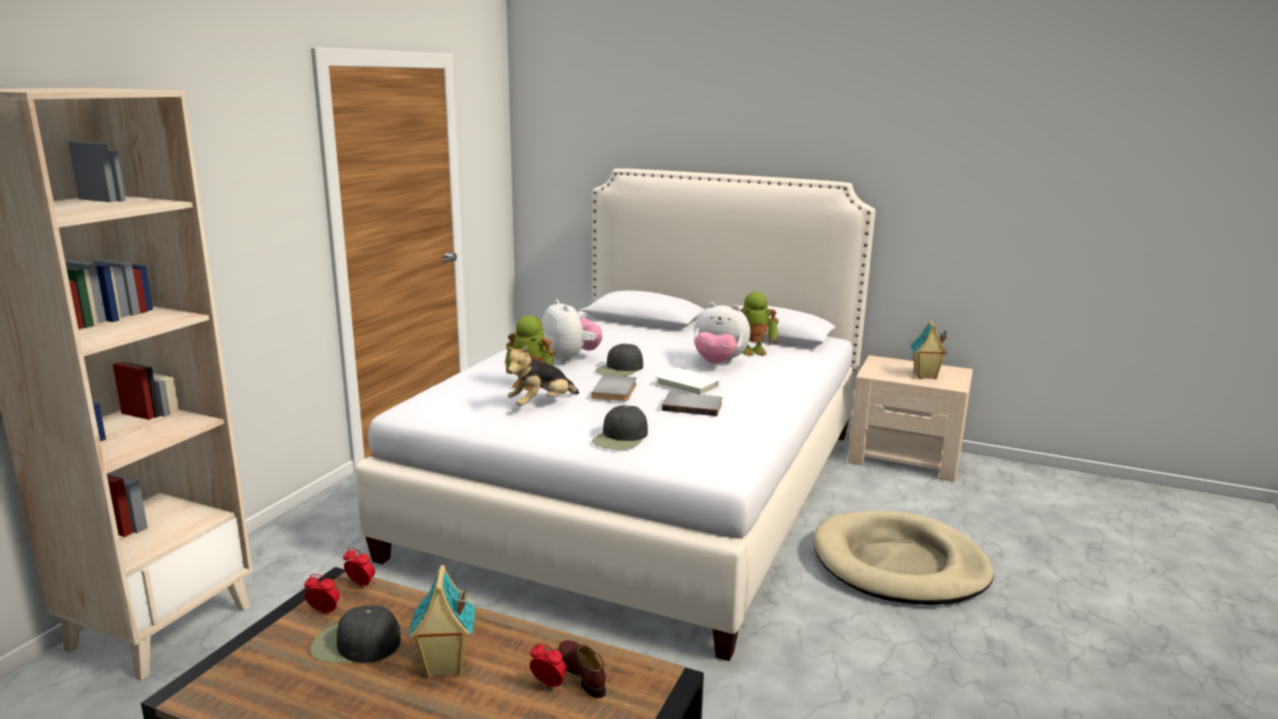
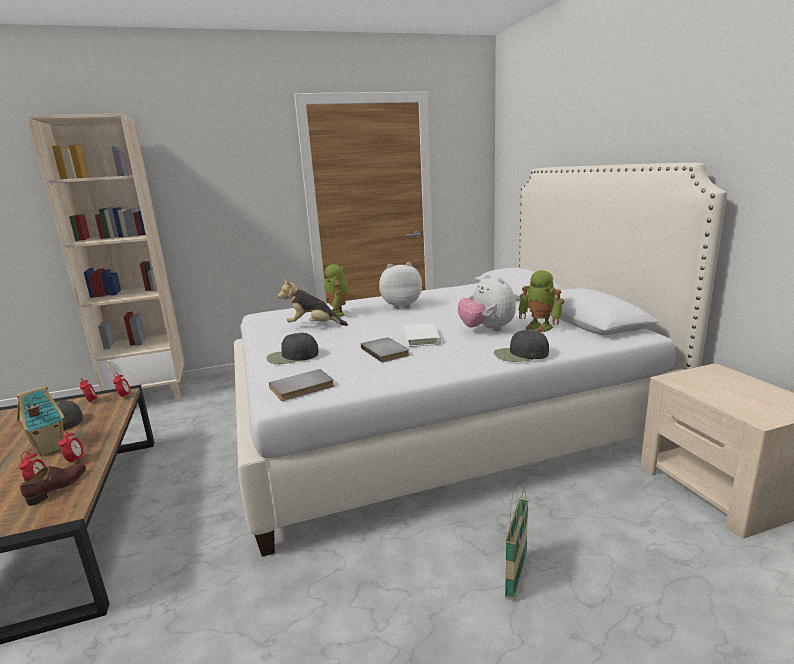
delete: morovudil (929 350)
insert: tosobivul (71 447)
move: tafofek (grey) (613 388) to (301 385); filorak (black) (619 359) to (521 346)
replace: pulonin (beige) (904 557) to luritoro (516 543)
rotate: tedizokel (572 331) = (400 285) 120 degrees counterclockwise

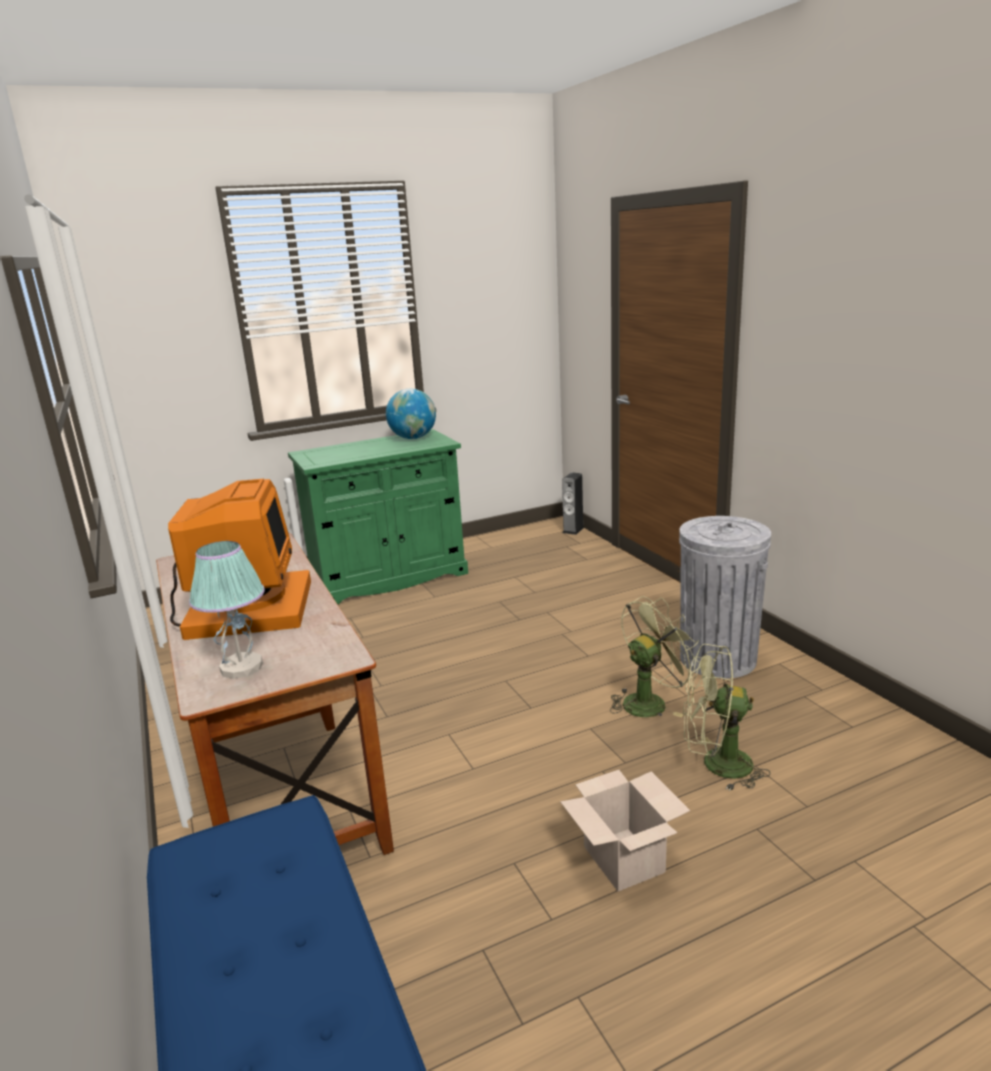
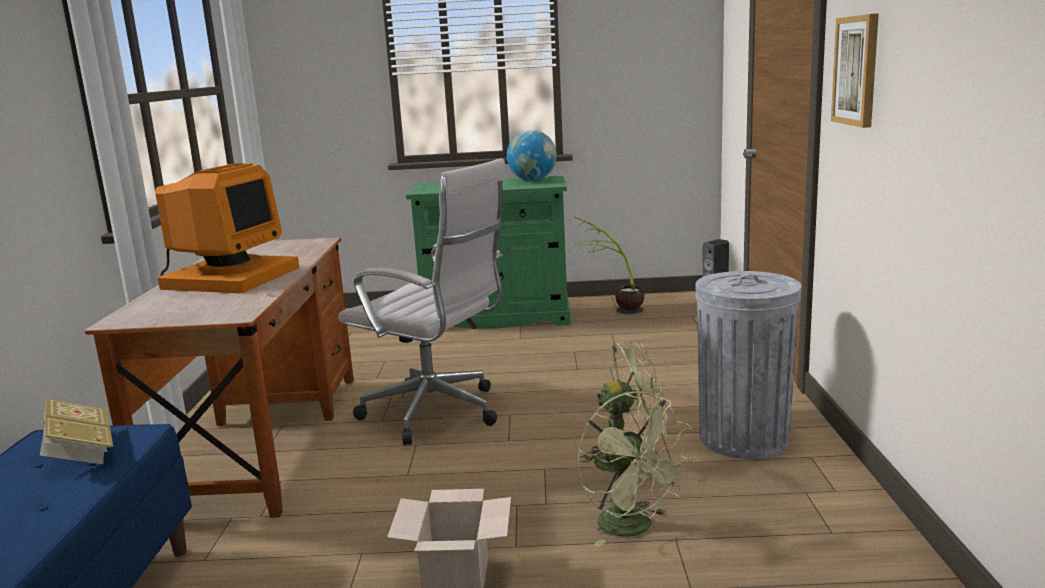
delete: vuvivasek (227 610)
insert: tafofek (76 431); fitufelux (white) (422 301); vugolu (609 265); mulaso (855 70)
rotate: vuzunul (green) (726 717) = (636 469) 150 degrees counterclockwise

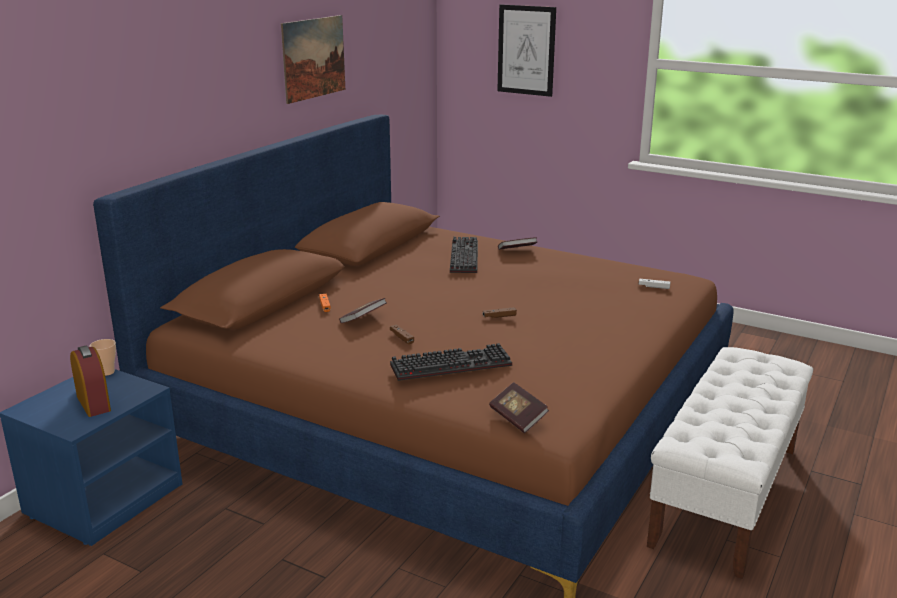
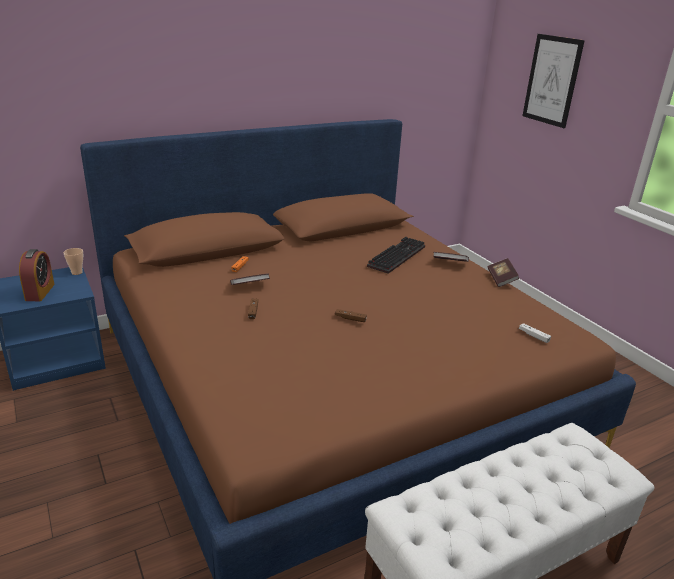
delete: mulaso (313 59); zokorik (451 362)
move: tafofek (519 407) to (503 272)

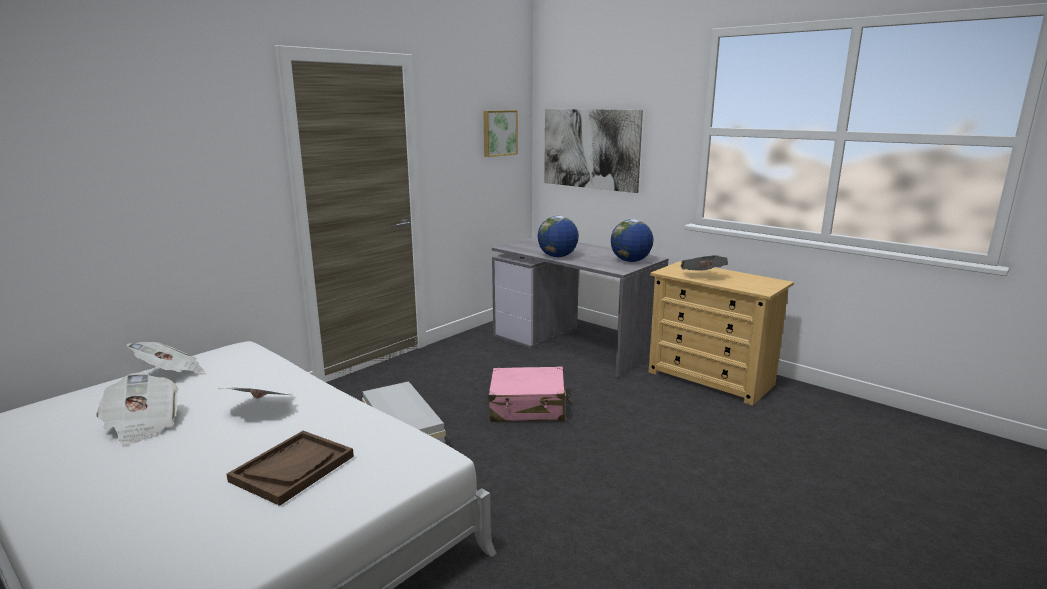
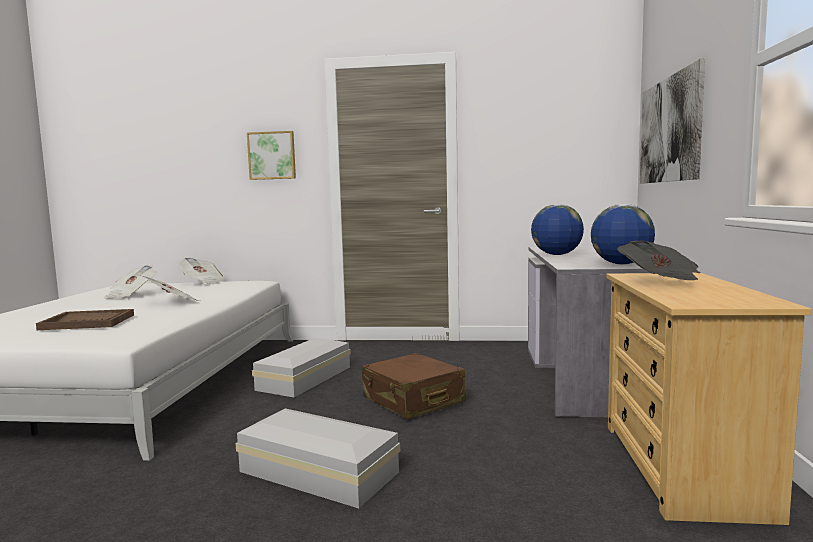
insert: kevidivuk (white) (318 458)
move: mulaso (500 133) to (271 155)
recolor: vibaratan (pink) (529 394) to vibaratan (brown) (414 386)

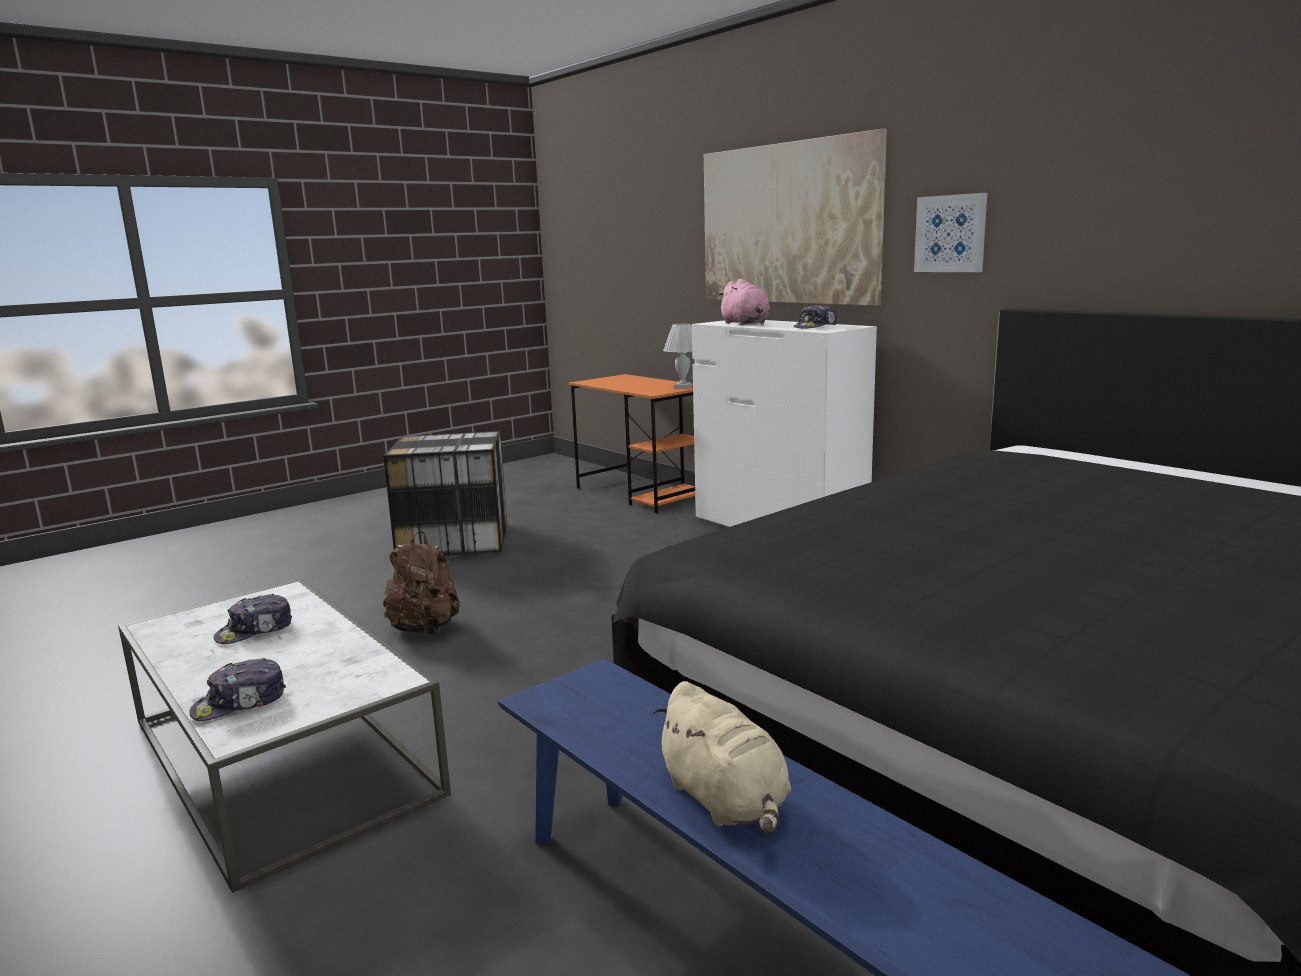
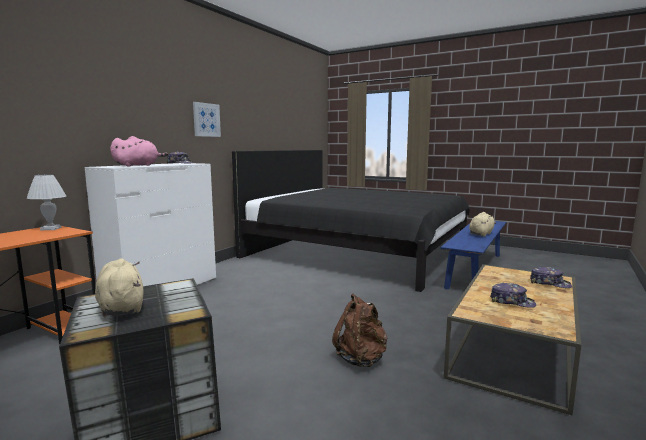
delete: mulaso (795 217)
insert: tedizokel (beige) (119 287)
recolor: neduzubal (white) (284 736) to neduzubal (brown) (513 340)

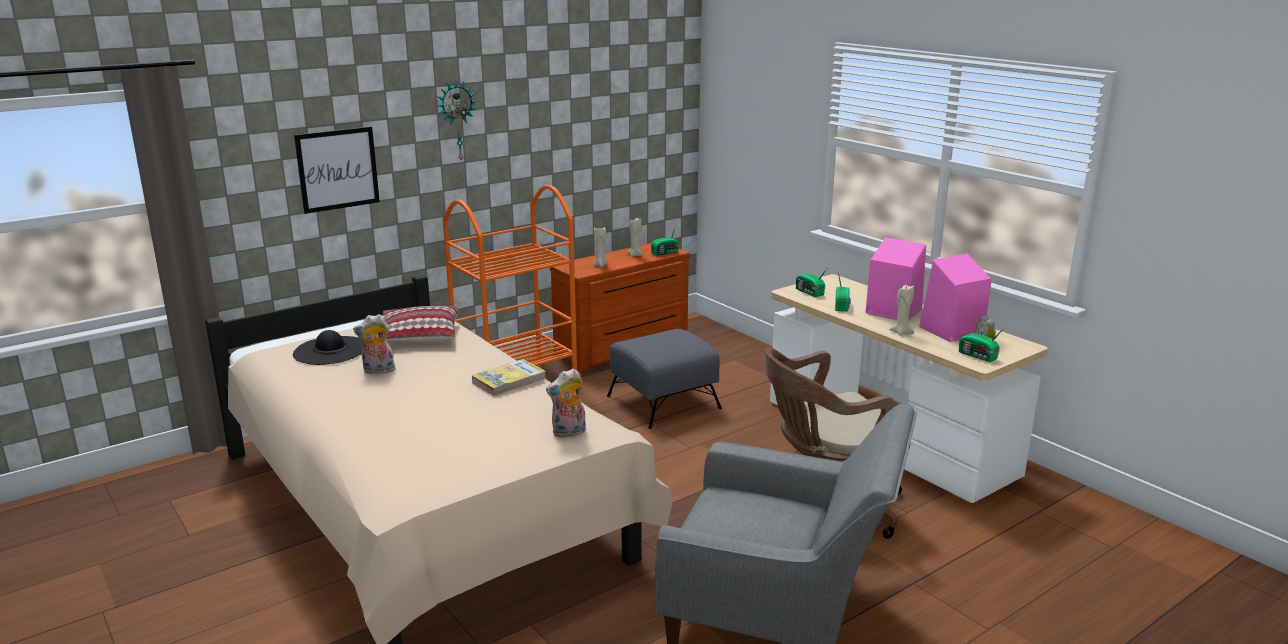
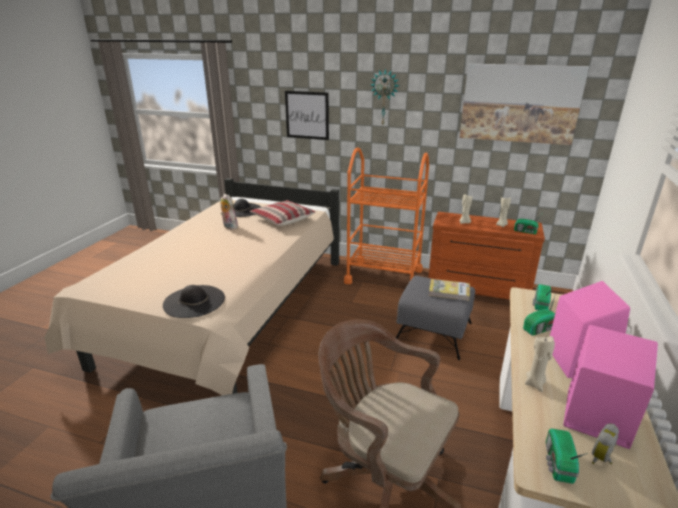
insert: mulaso (524 104)
move: tafofek (509 377) to (449 290)
replace: tedizokel (566 403) to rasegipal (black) (194 301)

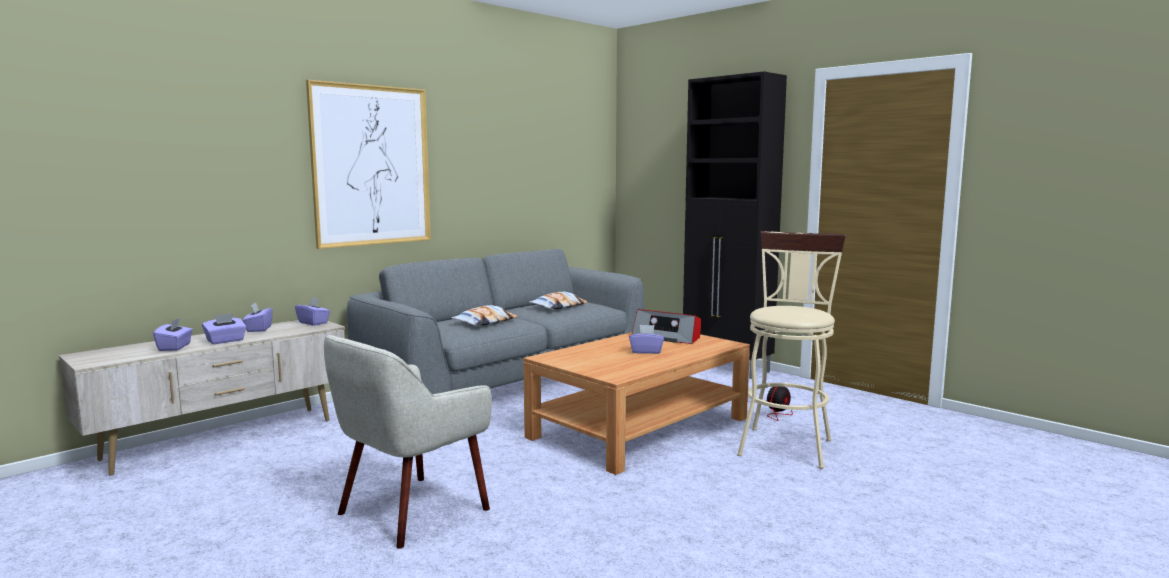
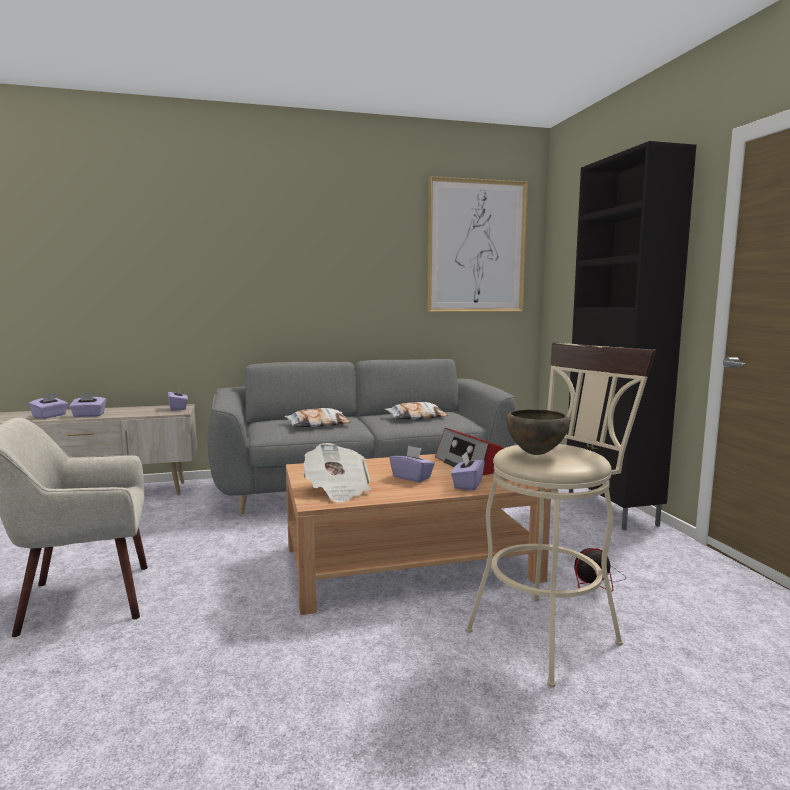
insert: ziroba (337 473); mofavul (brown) (538 432)
move: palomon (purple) (258 317) to (468 471); mulaso (368 164) to (478 244)

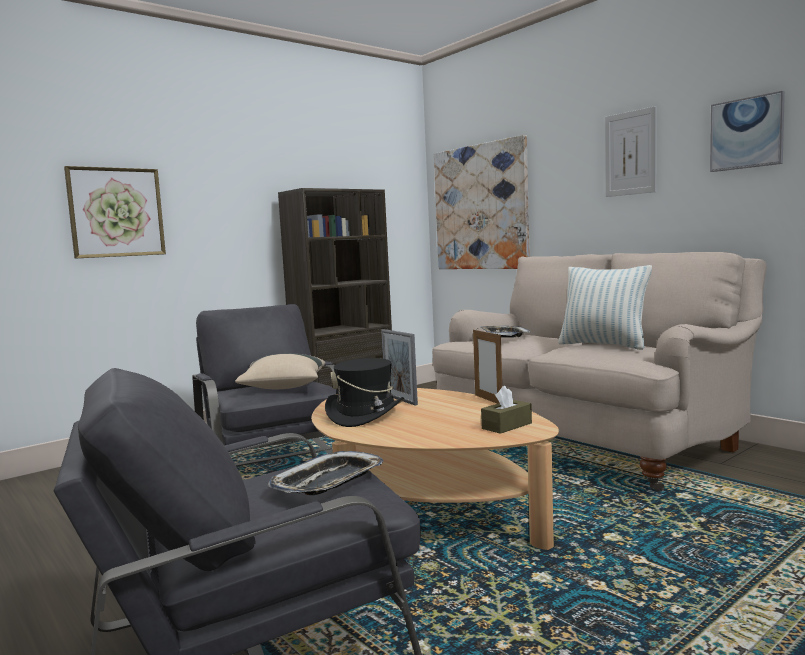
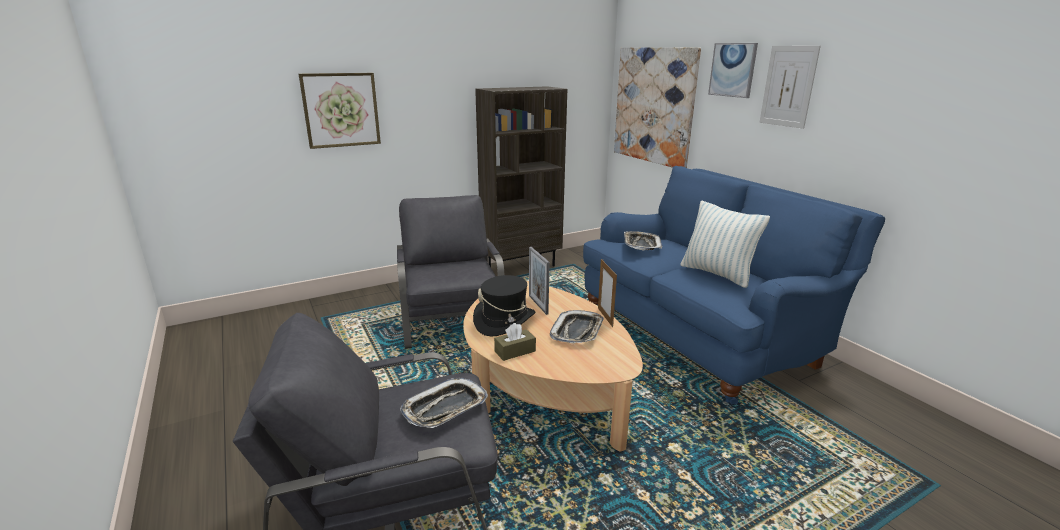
delete: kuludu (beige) (280 371)
insert: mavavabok (577 326)
move: palomon (brown) (506 410) to (515 342); mulaso (747 131) to (733 70)
recolor: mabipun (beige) (599 372) to mabipun (blue) (734 285)

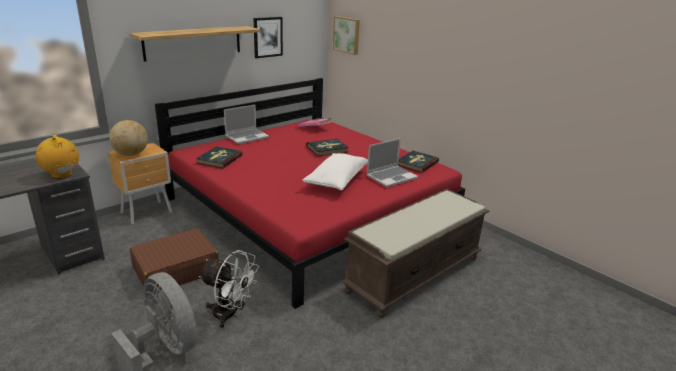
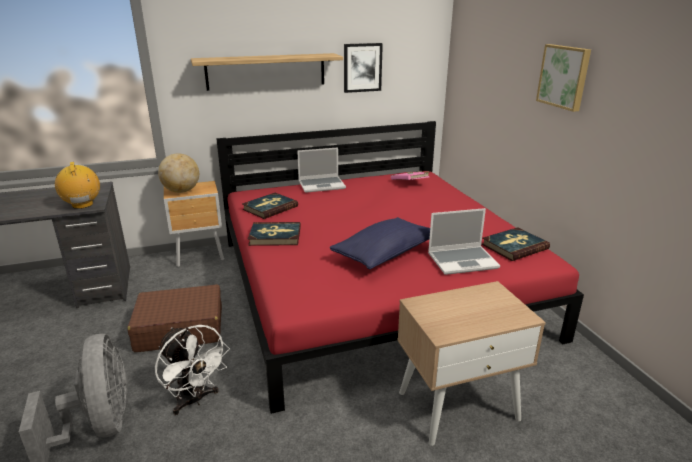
move: tafofek (328 147) to (274 234); mulaso (346 35) to (563 78)
replace: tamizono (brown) (415 253) to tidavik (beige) (471 363)
recolor: kuludu (white) (335 171) to kuludu (blue) (380 243)

